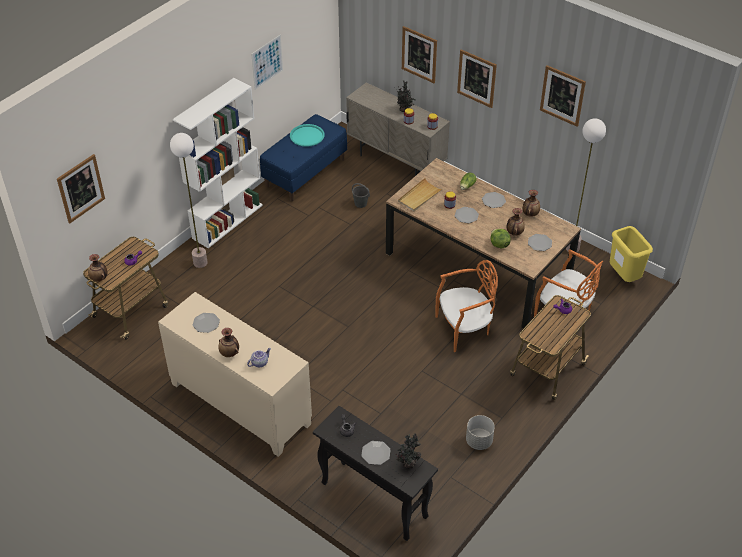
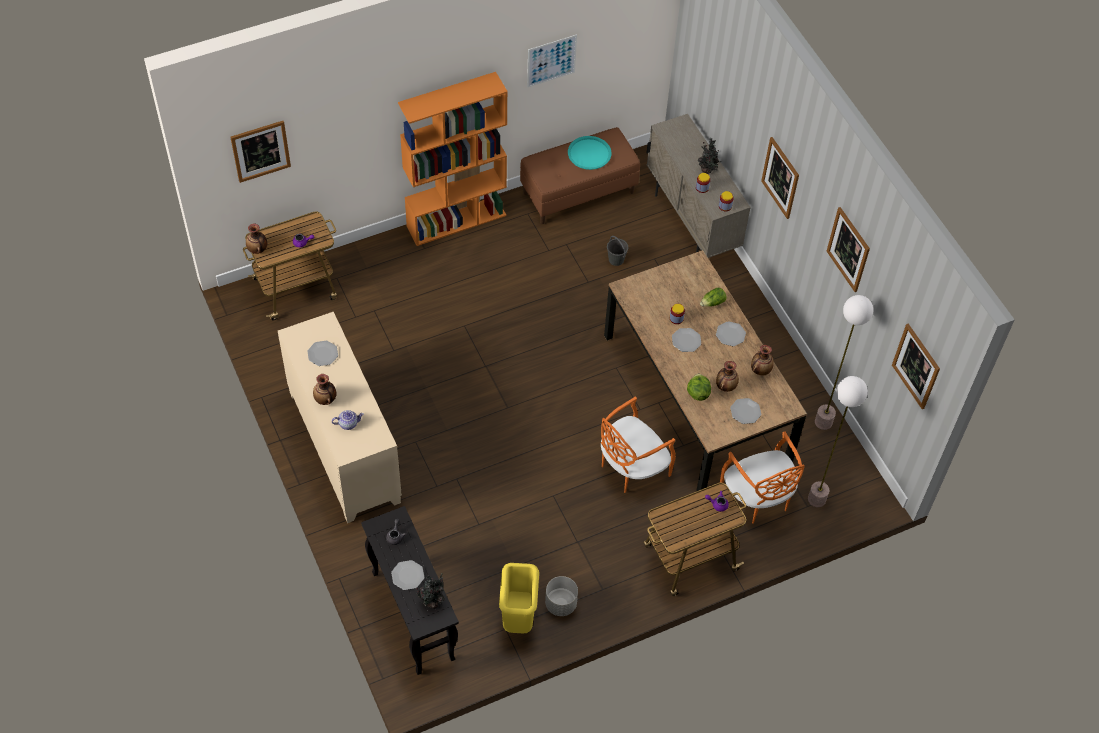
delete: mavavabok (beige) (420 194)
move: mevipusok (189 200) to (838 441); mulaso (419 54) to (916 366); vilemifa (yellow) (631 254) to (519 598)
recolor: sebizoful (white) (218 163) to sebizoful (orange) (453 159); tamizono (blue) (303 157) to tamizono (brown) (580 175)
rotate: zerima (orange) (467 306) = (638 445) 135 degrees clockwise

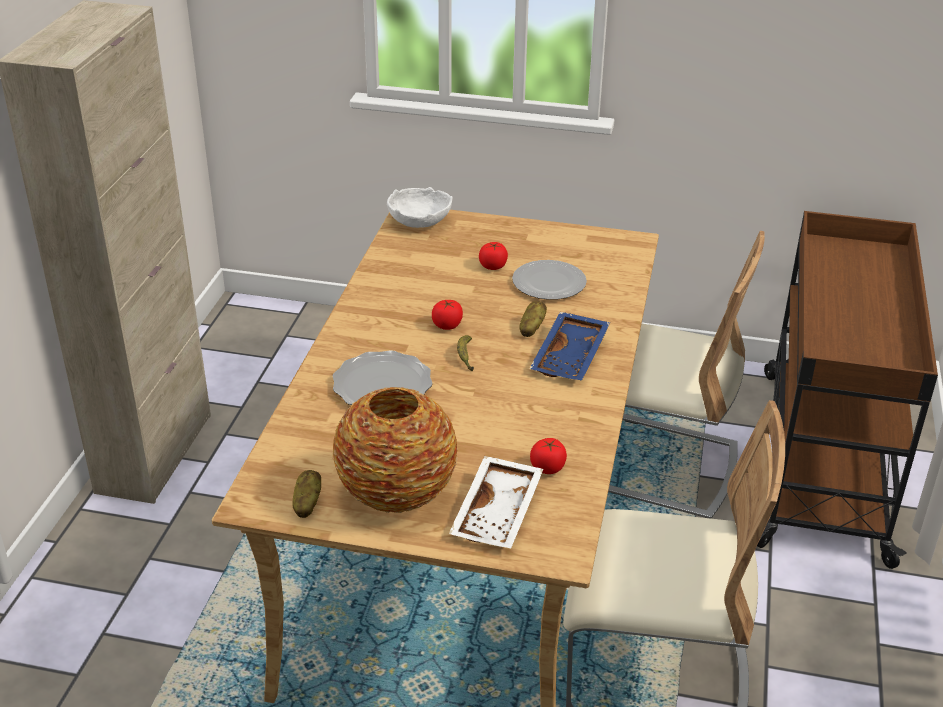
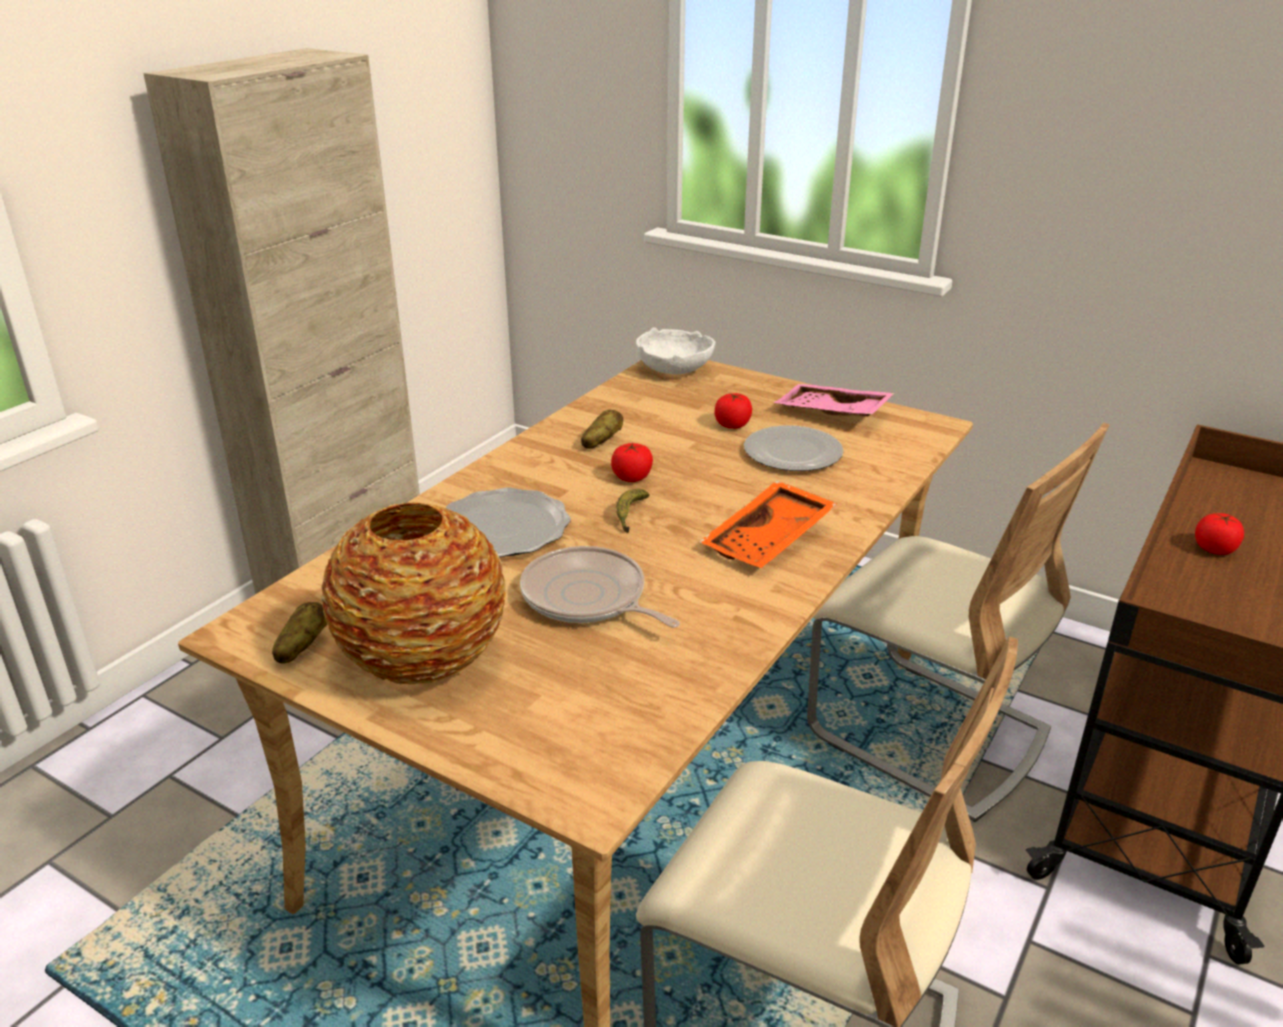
delete: mavavabok (white) (496 502)
insert: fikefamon (600 587); mavavabok (pink) (834 400)
move: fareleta (533 319) to (602 429); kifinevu (548 456) to (1219 534)
recolor: mavavabok (blue) (569 346) to mavavabok (orange) (768 524)

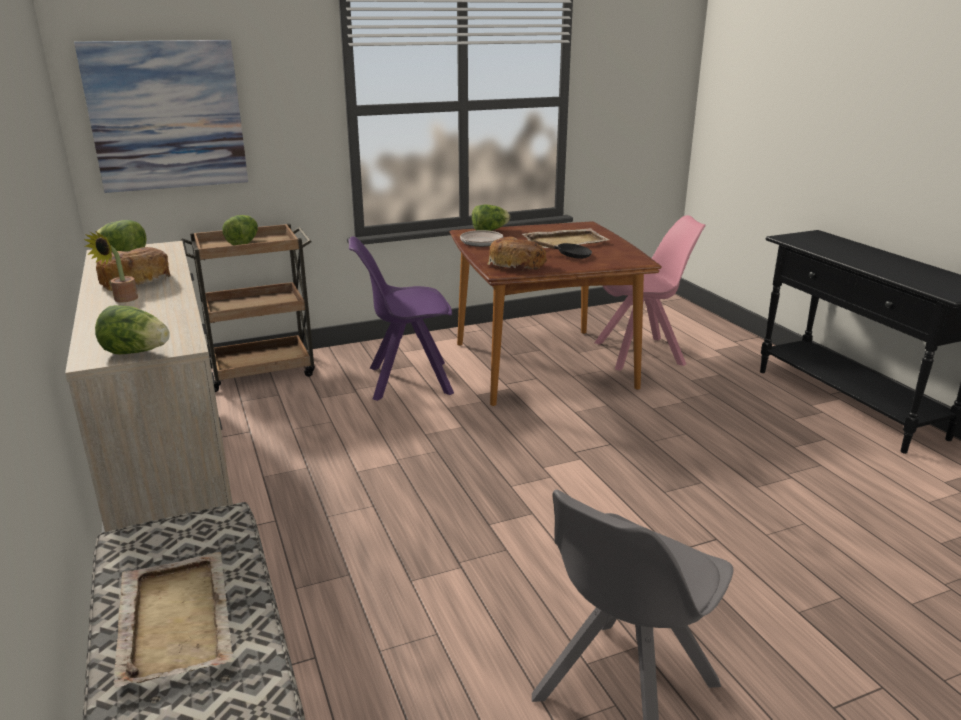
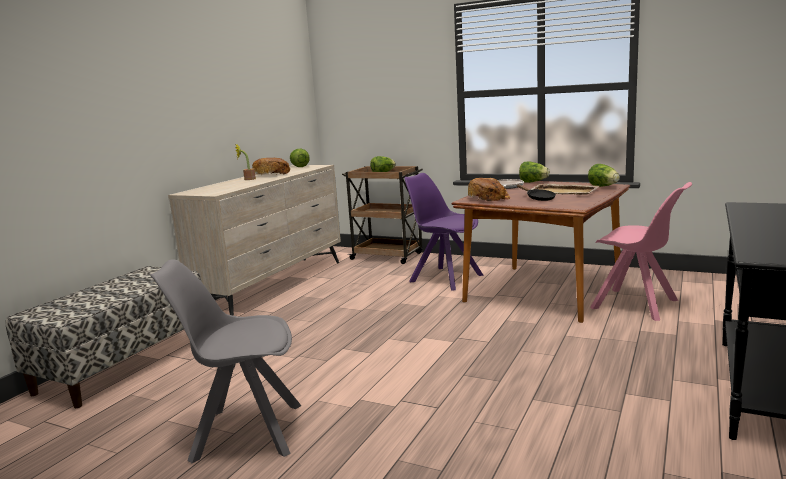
delete: mulaso (161 116); mavavabok (beige) (174 620)
move: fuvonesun (132 329) to (604 175)

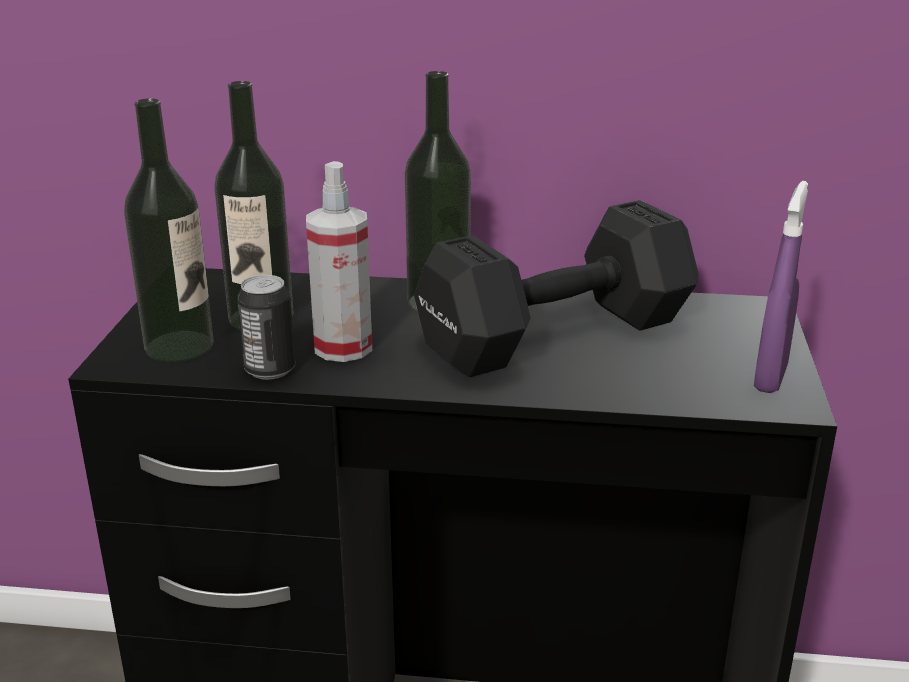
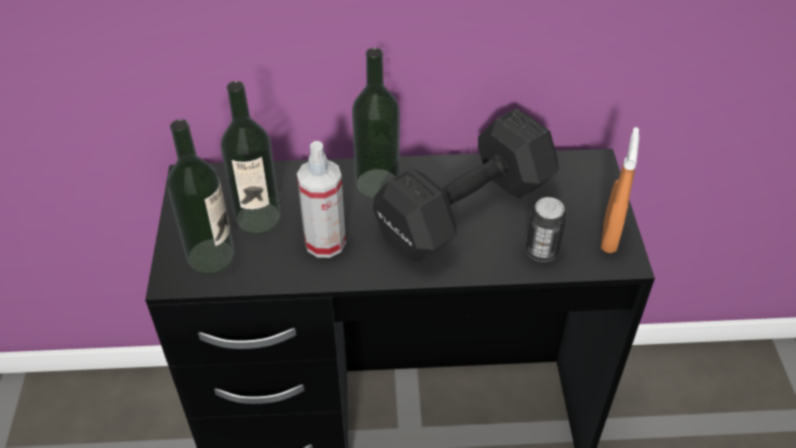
move: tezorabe (266 327) to (545 229)
recolor: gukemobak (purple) (781 287) to gukemobak (orange) (620 190)

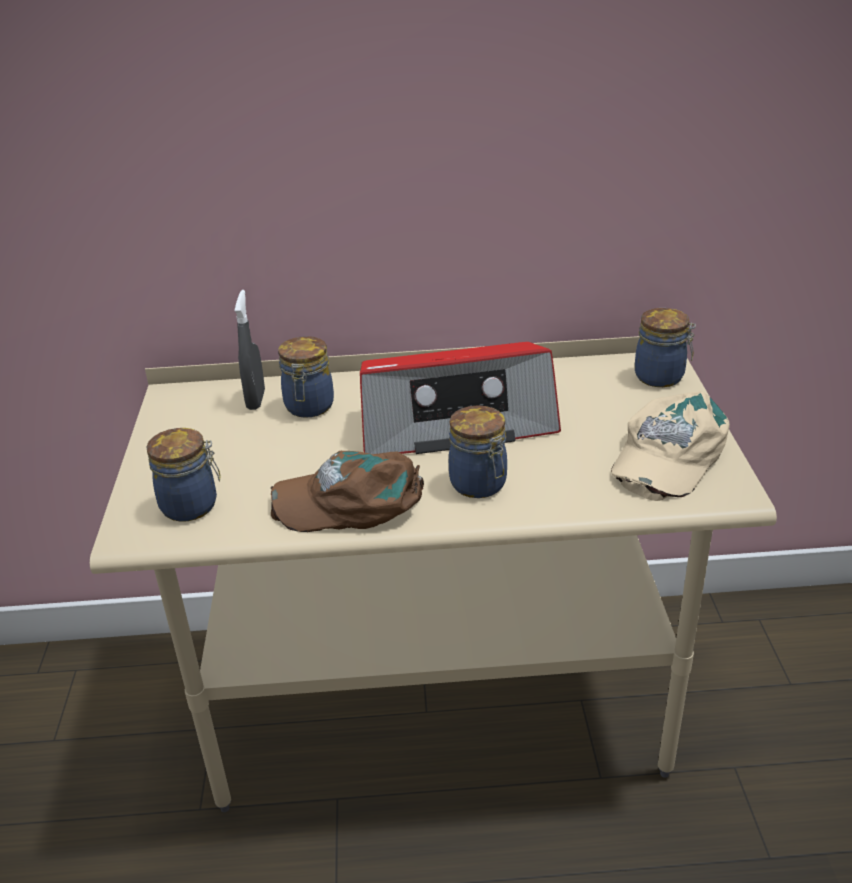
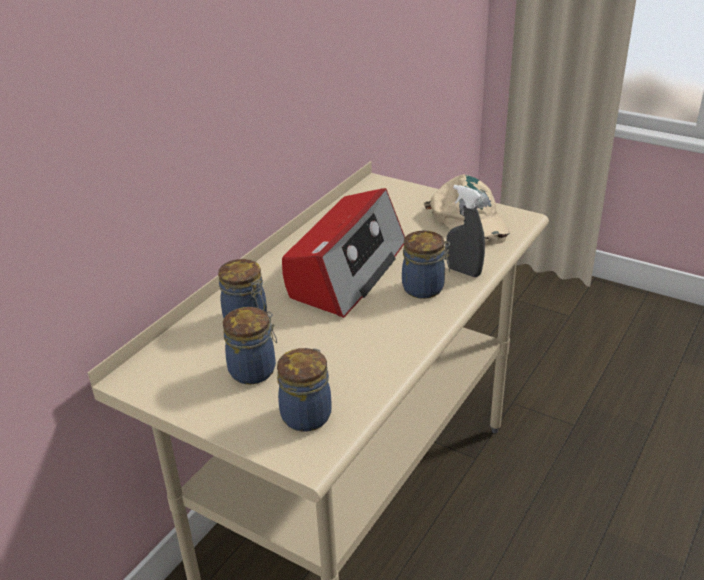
delete: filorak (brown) (347 491)
move: gukemobak (grey) (249 350) to (465 231); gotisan (665 347) to (250 346)

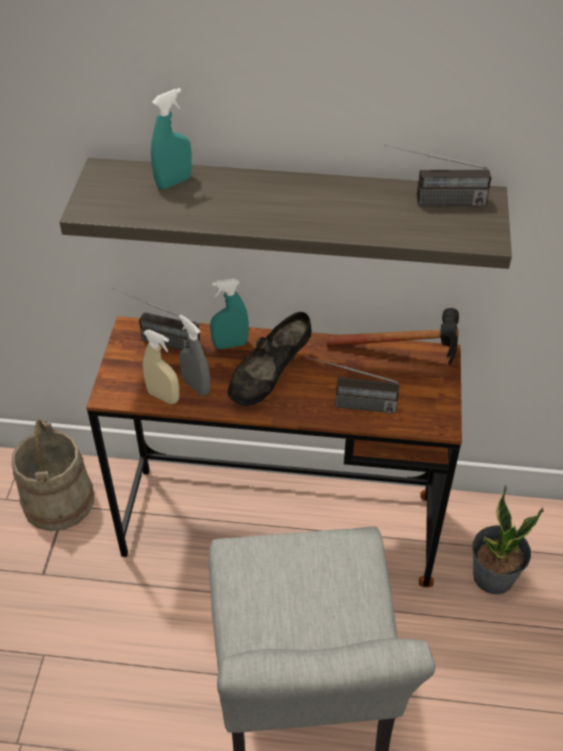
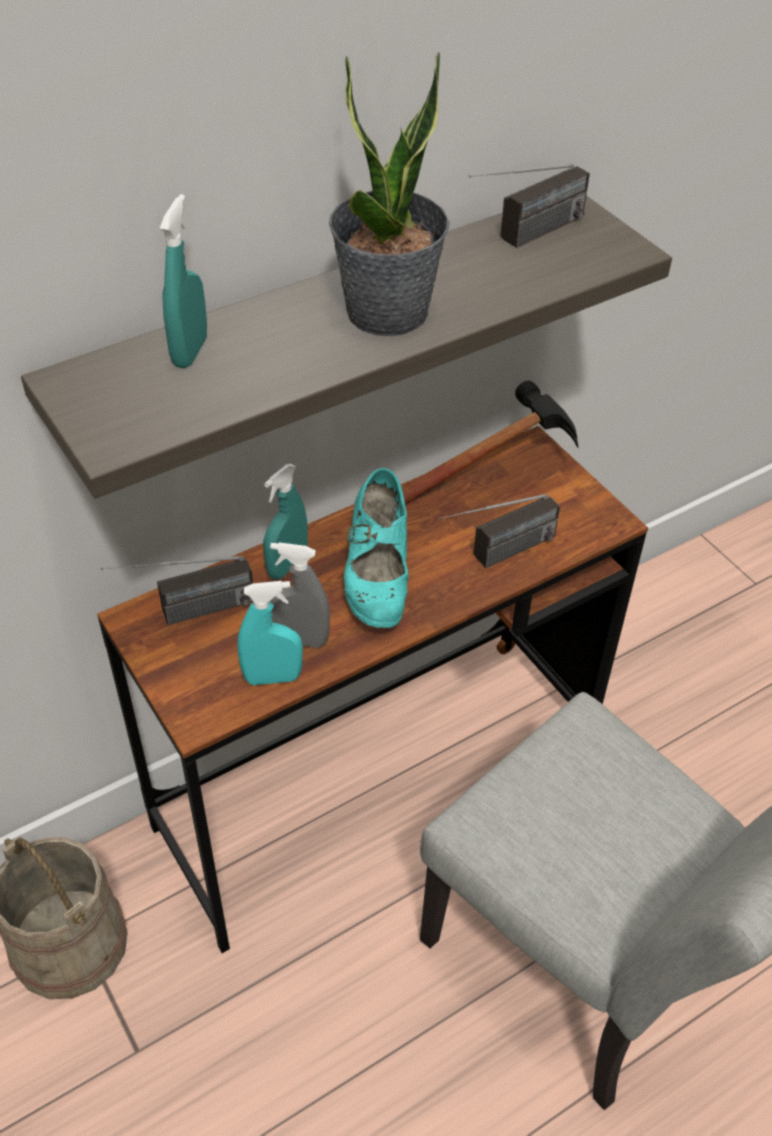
move: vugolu (508 539) to (389 193)
recolor: gukemobak (beige) (161 367) to gukemobak (turquoise) (270 633); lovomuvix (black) (269 359) to lovomuvix (turquoise) (376 548)

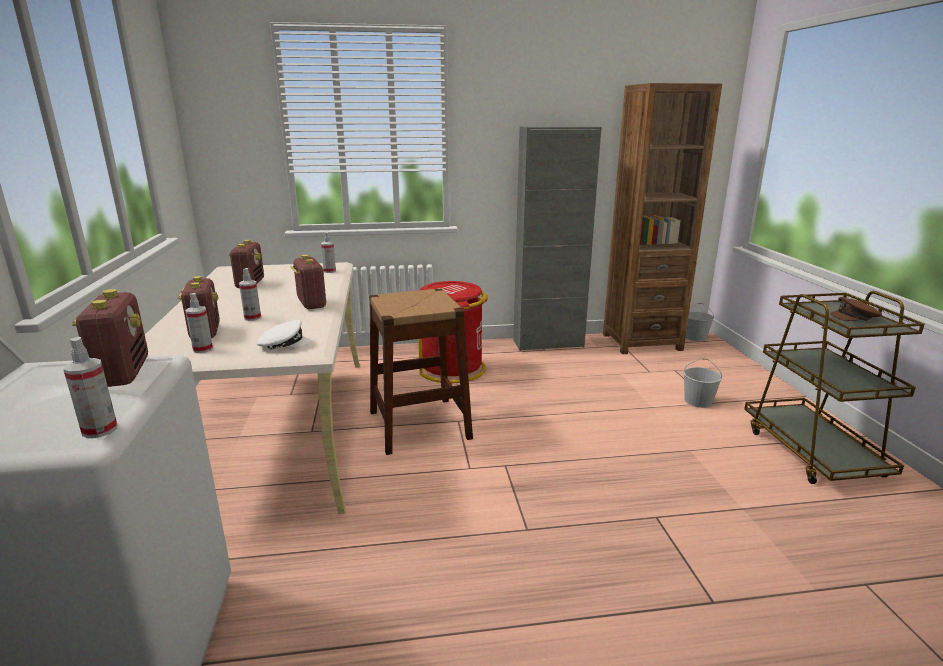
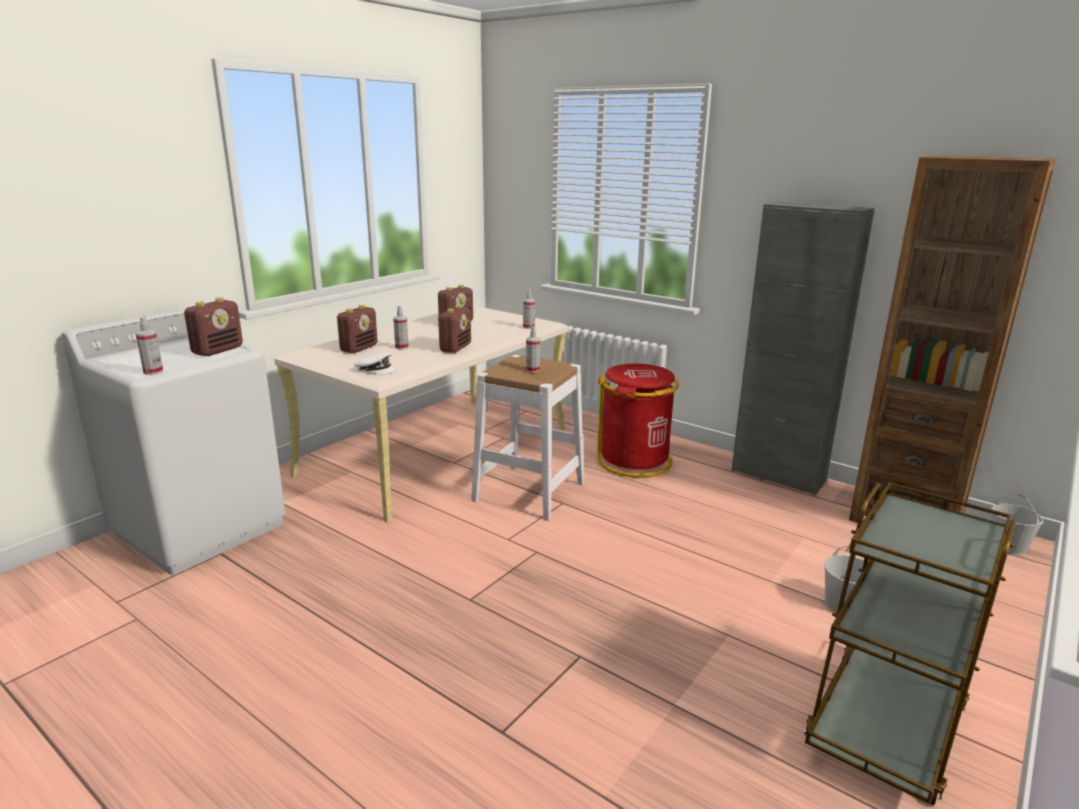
delete: filorak (brown) (856 309)
move: gukemobak (199 323) to (533 349)
recolor: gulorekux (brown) (421 372) to gulorekux (white) (527 438)

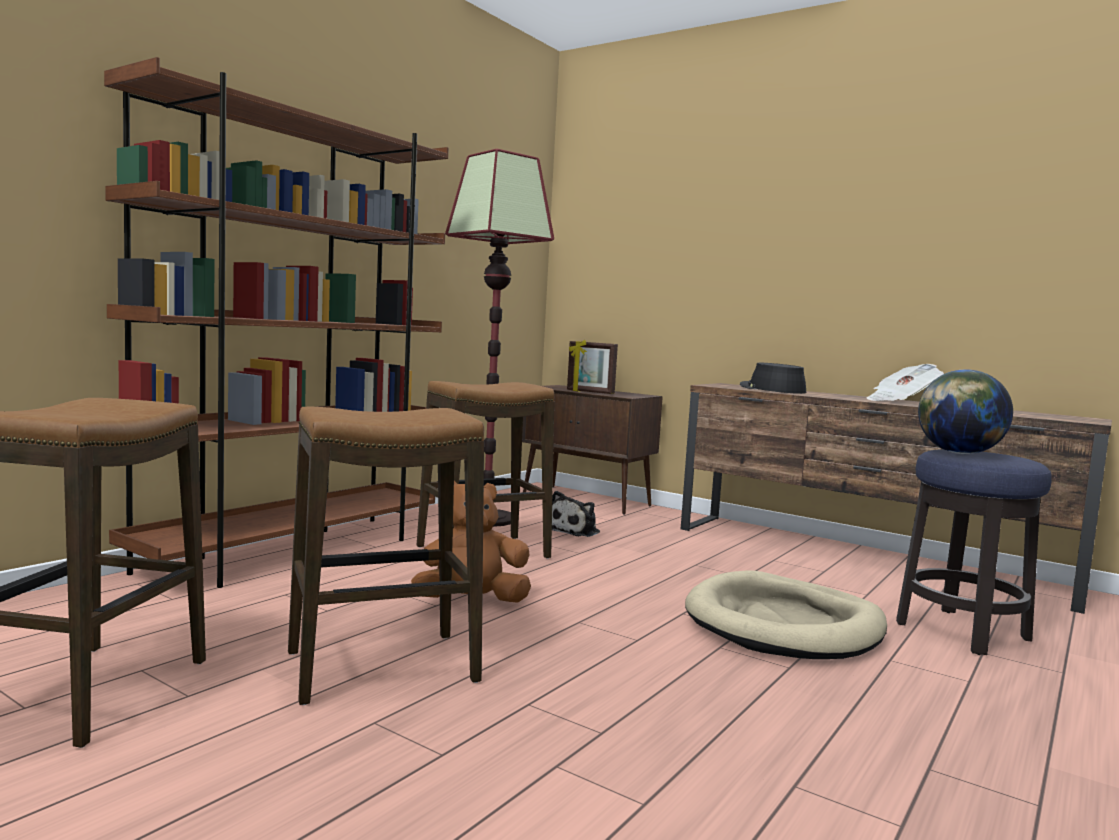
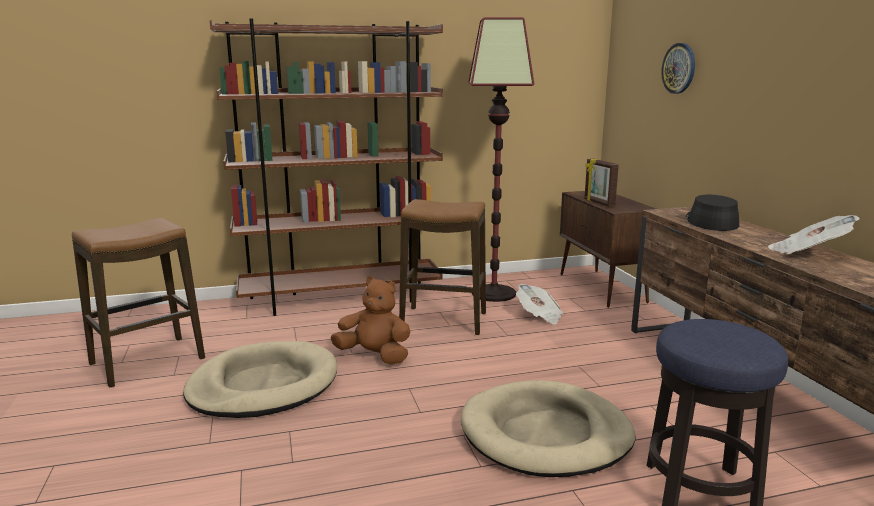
delete: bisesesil (965 411)
insert: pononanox (678 68)
replace: gulorekux (386 556) to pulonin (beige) (260 379); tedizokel (576 514) to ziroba (540 304)

